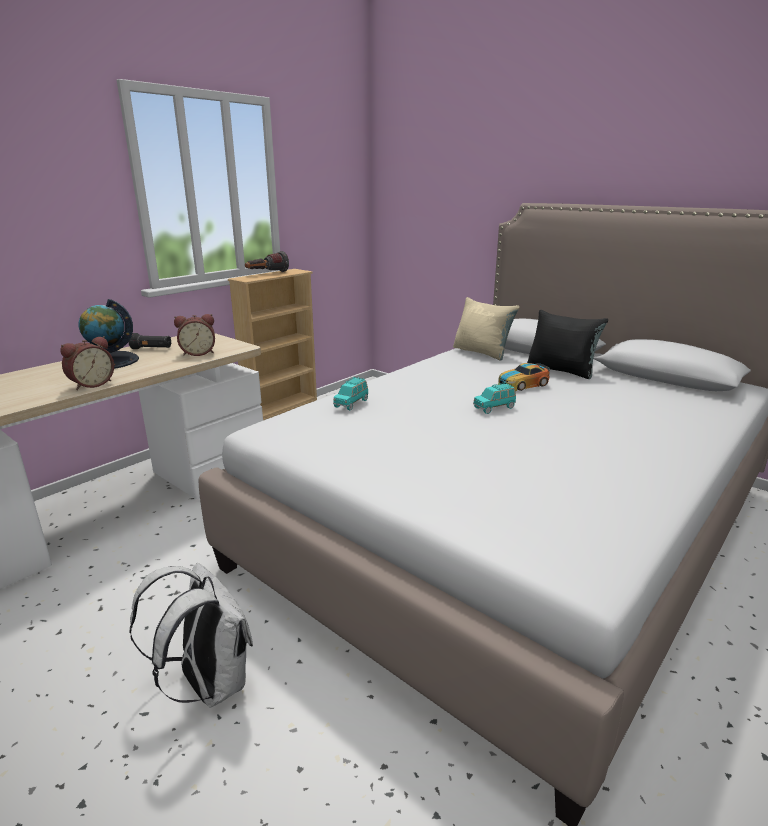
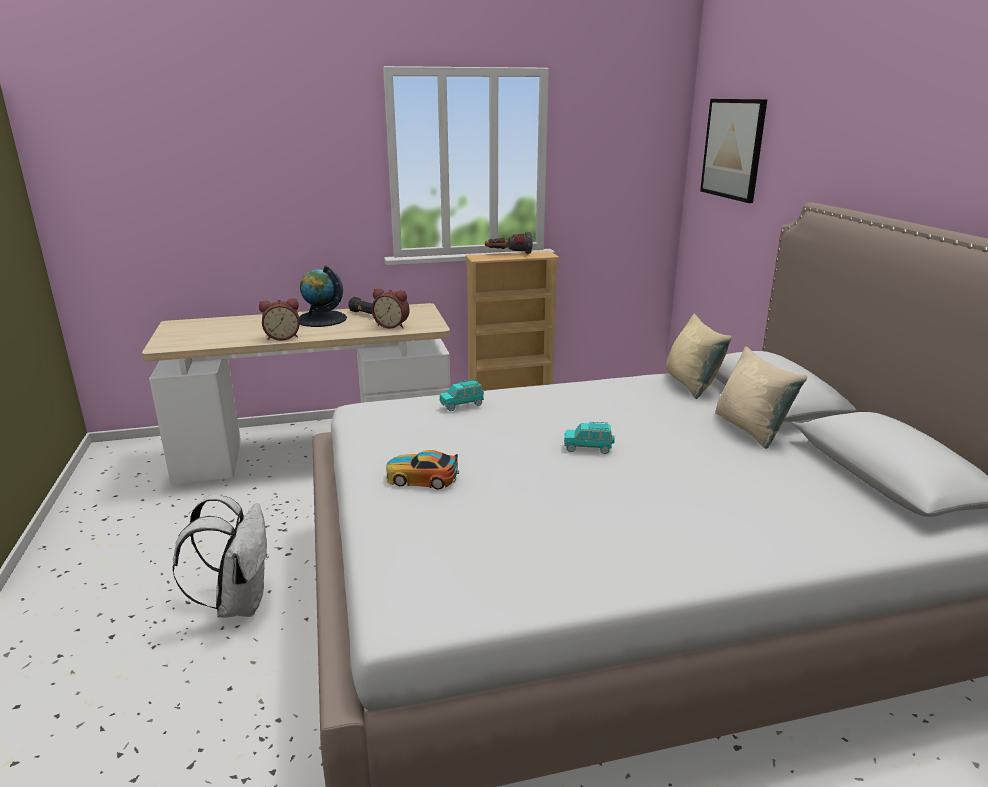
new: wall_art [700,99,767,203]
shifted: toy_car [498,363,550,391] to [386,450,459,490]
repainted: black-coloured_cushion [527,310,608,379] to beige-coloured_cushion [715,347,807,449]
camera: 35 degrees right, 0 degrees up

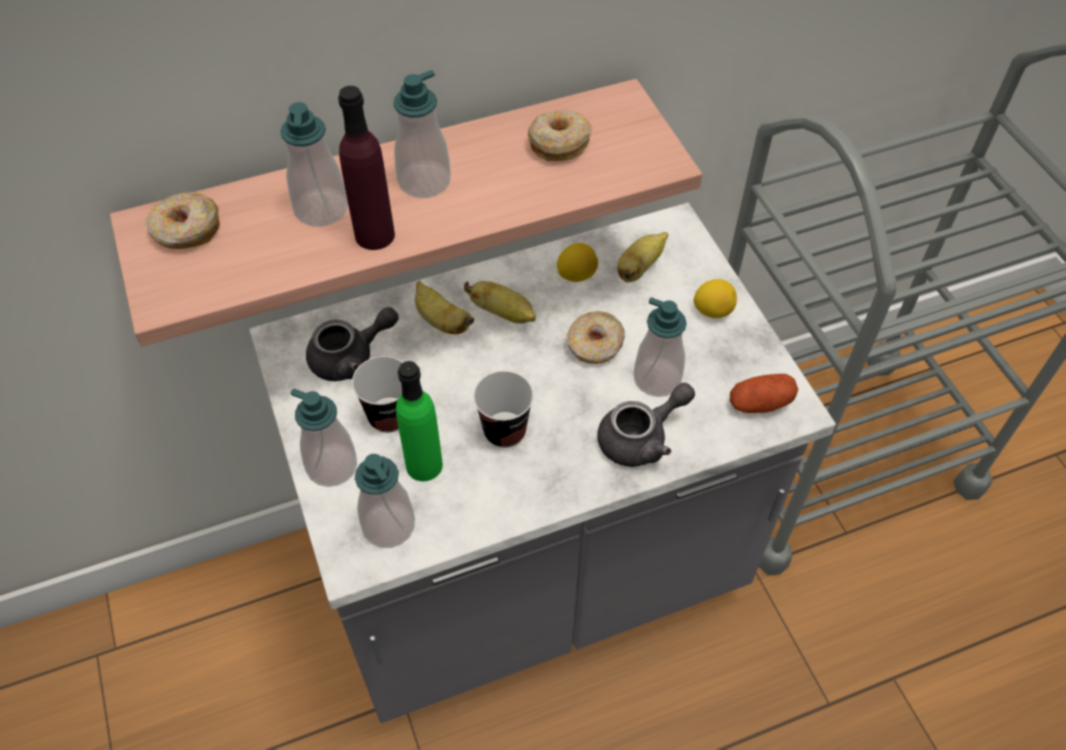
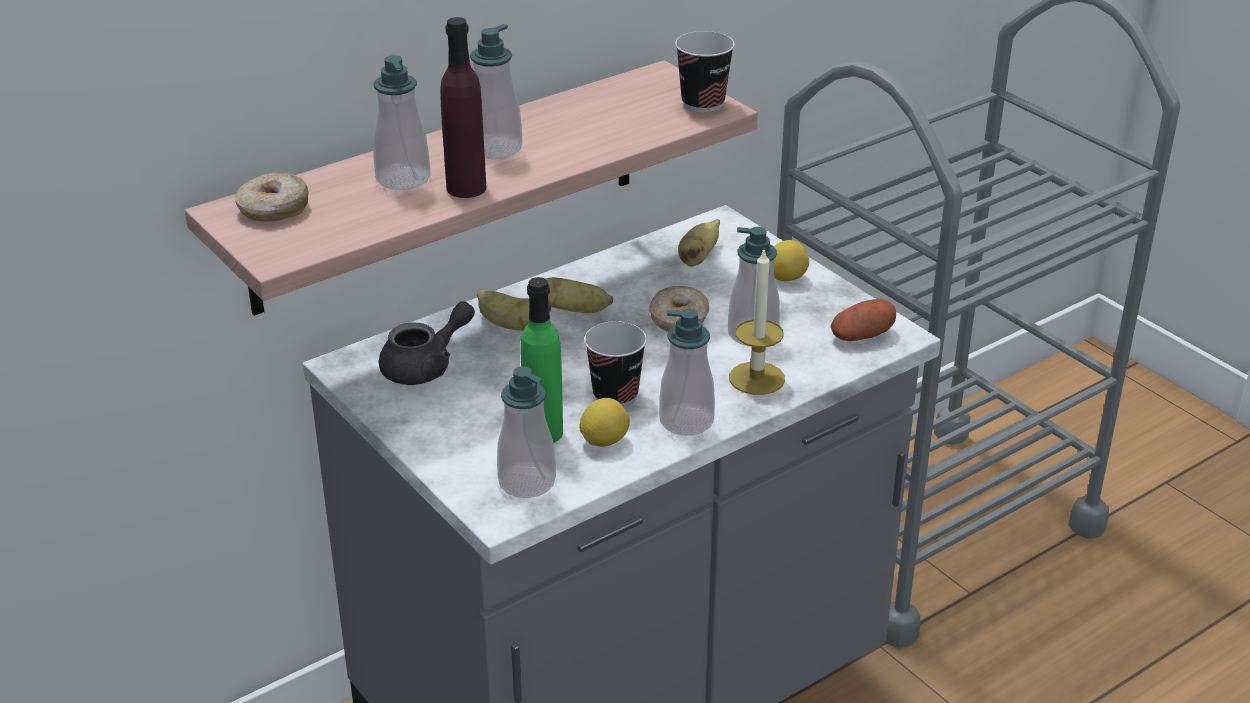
gone: donut [528,110,592,161]
shifted: lemon [557,243,598,282] to [579,398,630,447]; small_cup [352,356,403,433] to [675,31,735,112]; soap_dispenser [290,389,357,487] to [659,309,715,436]
swapped: gray_tea_pot [597,383,695,467] to wax_light [729,250,785,395]
camera: 15 degrees left, 20 degrees down

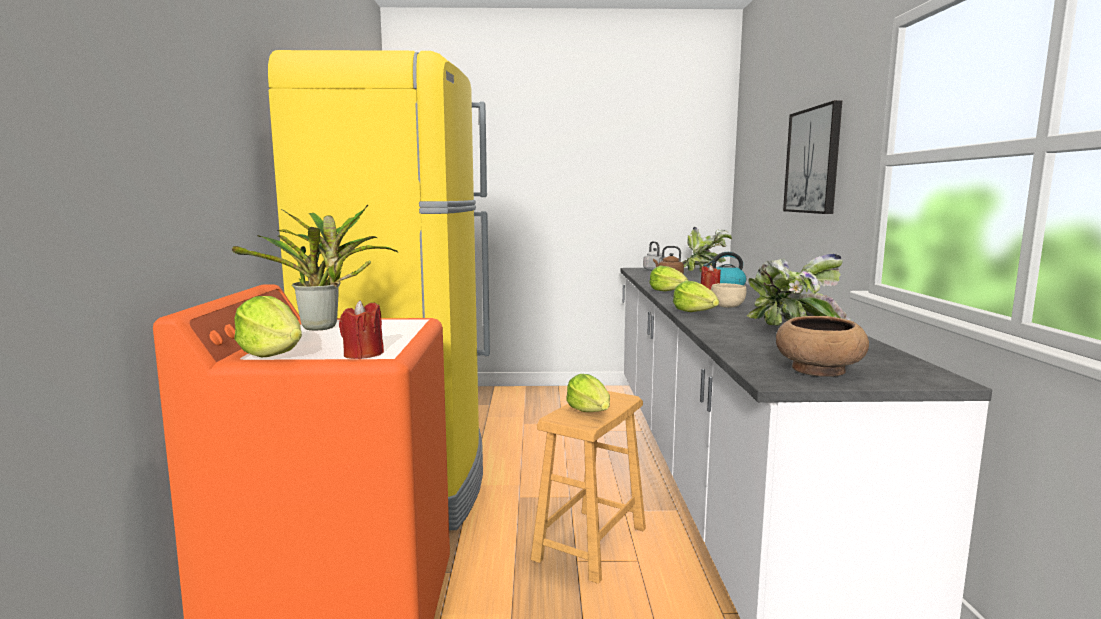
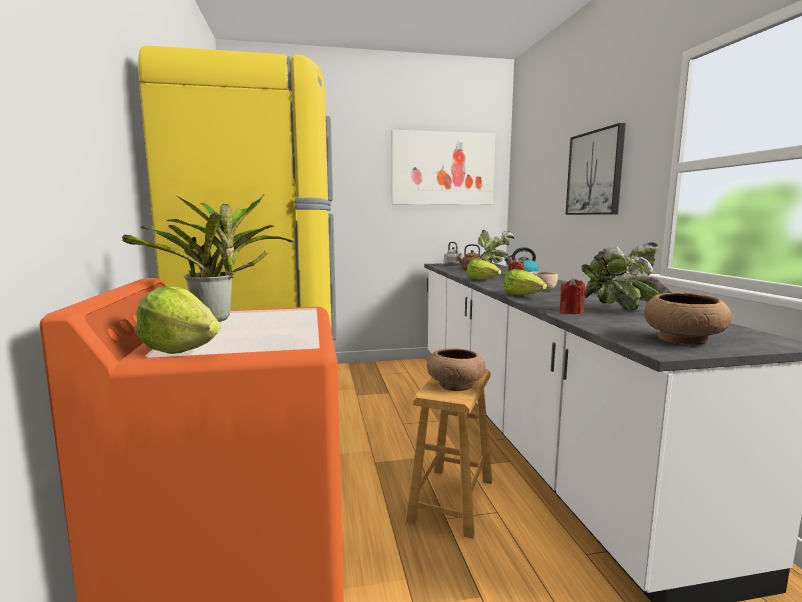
new: wall_art [392,130,495,205]
shifted: red-coloured_wax_light [339,301,384,359] to [560,278,586,314]
swapped: lettuce [566,374,610,412] to brown-coloured_deep_dish [427,348,485,391]
camera: 10 degrees left, 0 degrees up

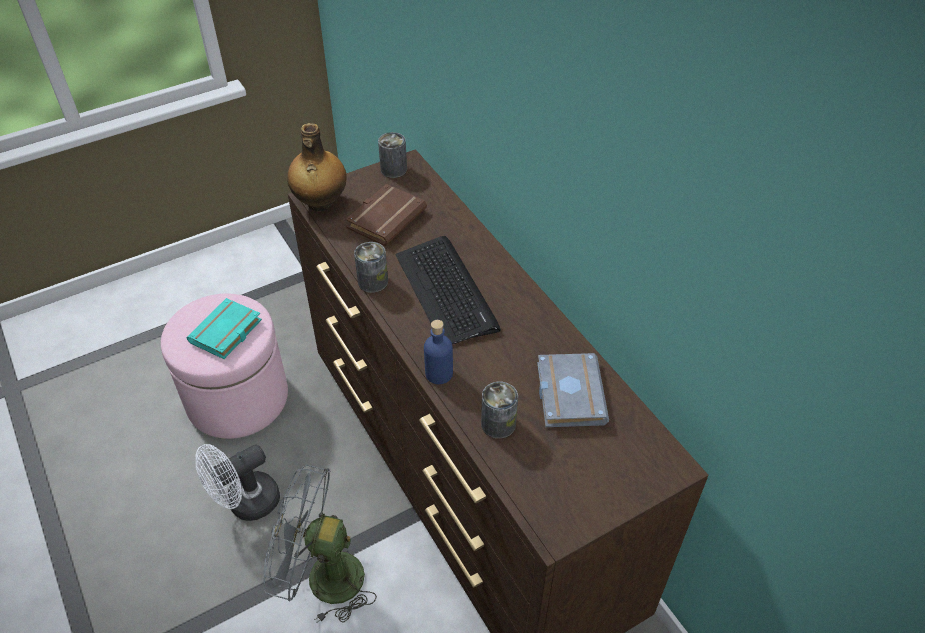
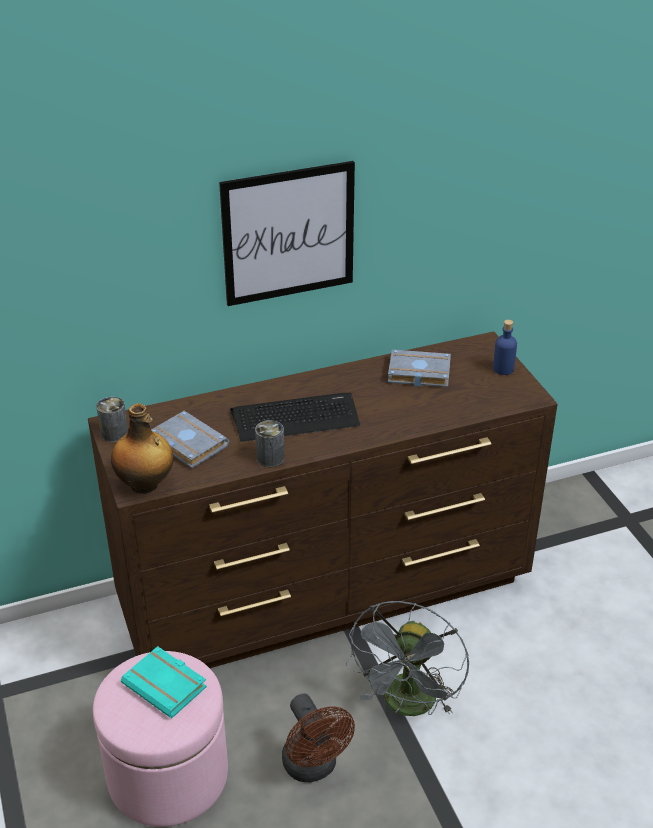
gone: sealed_can [481,382,518,439]
new: wall_art [219,161,355,306]
shifted: blue-coloured_bottle [424,320,453,384] to [493,320,517,375]
repainted: brown-coloured_bound_book [346,184,427,246] to gray_bound_book [151,411,229,468]; white-coloured_fan [196,444,280,521] to brown-coloured_fan [282,694,355,782]
camera: 80 degrees left, 10 degrees down

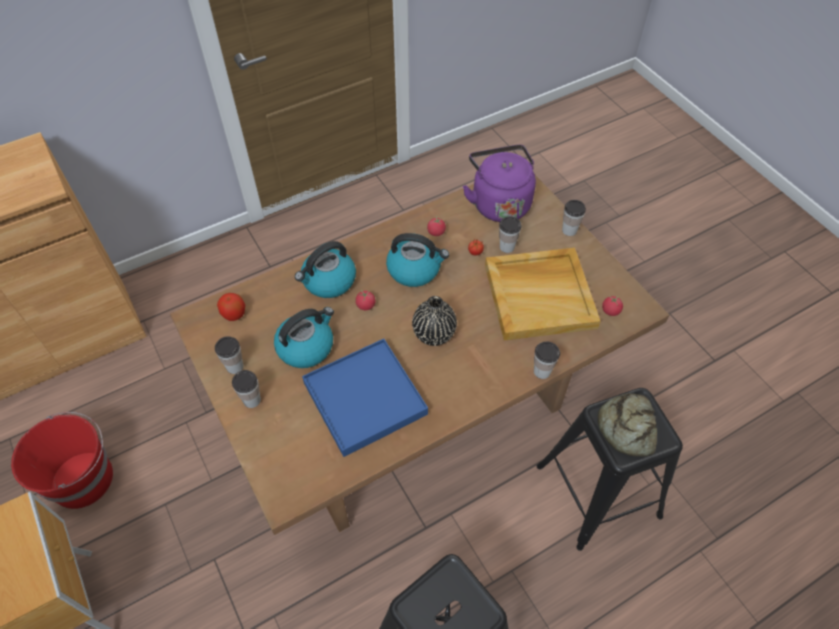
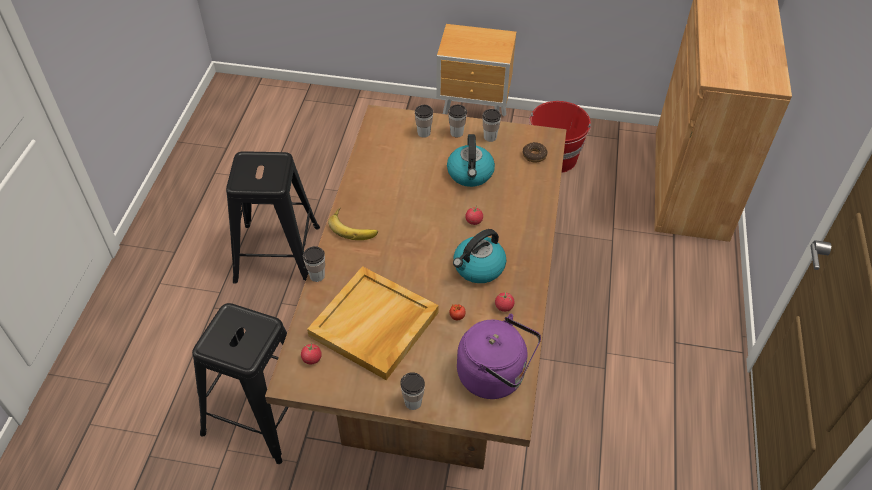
gone: water_kettle [295,241,356,298]; black-coloured_vase [412,296,457,346]; blue-coloured_serving_tray [302,339,428,457]; baked_bread [598,393,657,457]
new: banana_fruit [328,208,378,240]
shifted: small_cup [499,216,522,253] to [415,105,433,138]
swapped: apple [217,293,245,321] to donut [523,142,548,163]
camera: 130 degrees right, 5 degrees down

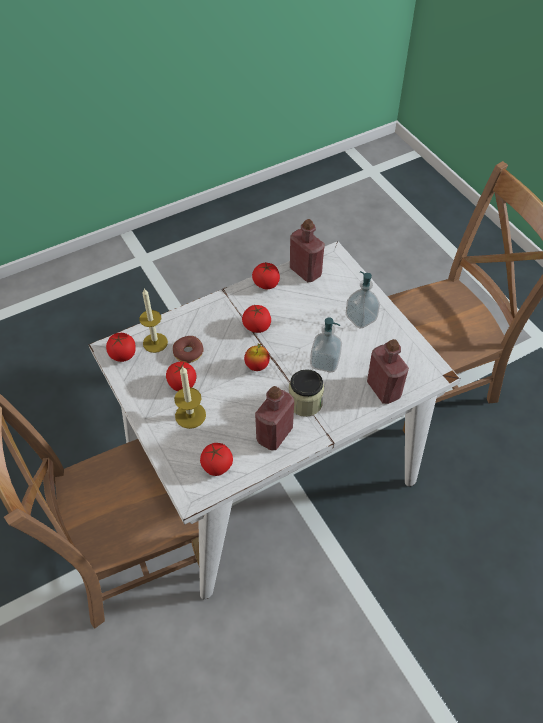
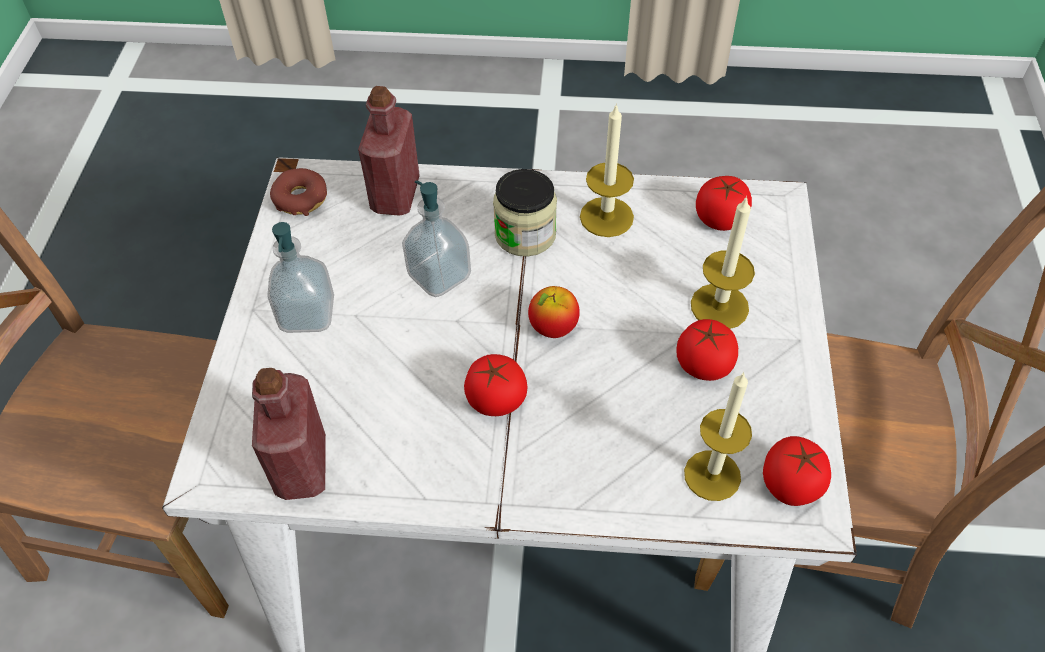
gone: tomato [252,262,280,289]
shifted: donut [173,336,204,363] to [270,168,327,216]
swapped: red-coloured_bottle [255,386,294,450] to wax_light [580,103,634,237]
camera: 145 degrees left, 0 degrees up

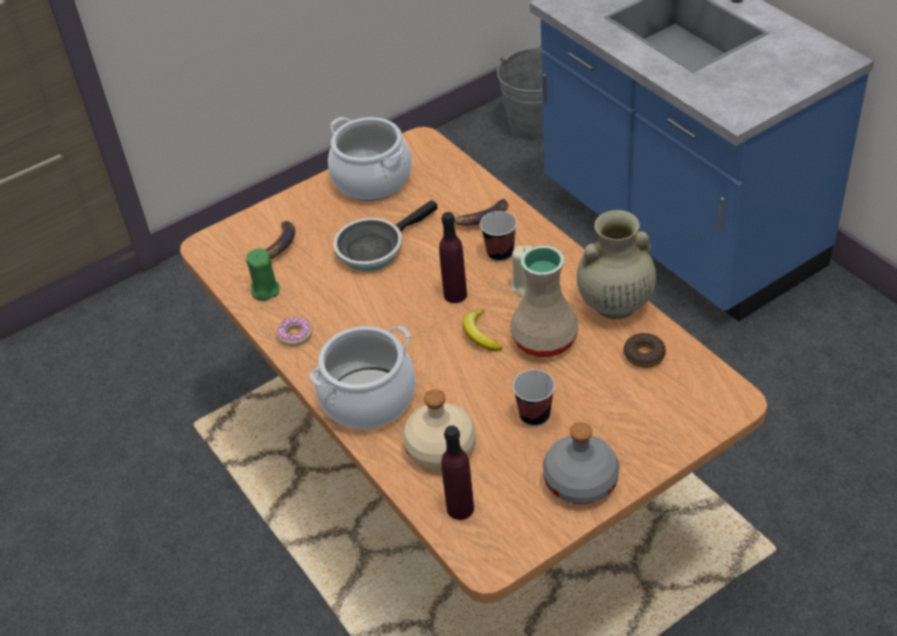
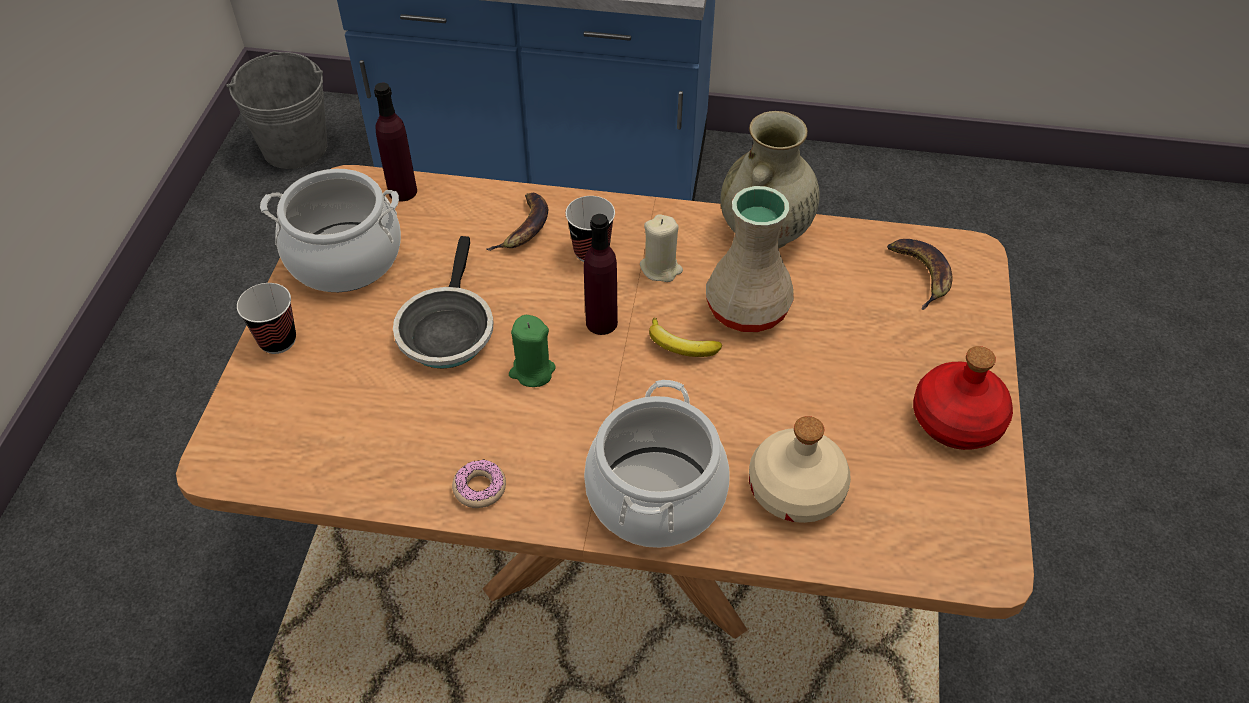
gone: donut [624,333,666,368]
shifted: banana_fruit [246,221,295,262] to [887,239,953,310]; green-coloured_wax_light [246,248,280,301] to [509,315,556,387]; small_cup [513,370,555,426] to [237,283,296,354]; purple_bottle [441,425,474,520] to [374,82,417,202]
repainted: gray_bottle [543,422,619,504] to red-coloured_bottle [913,346,1013,450]
camera: 50 degrees left, 5 degrees up

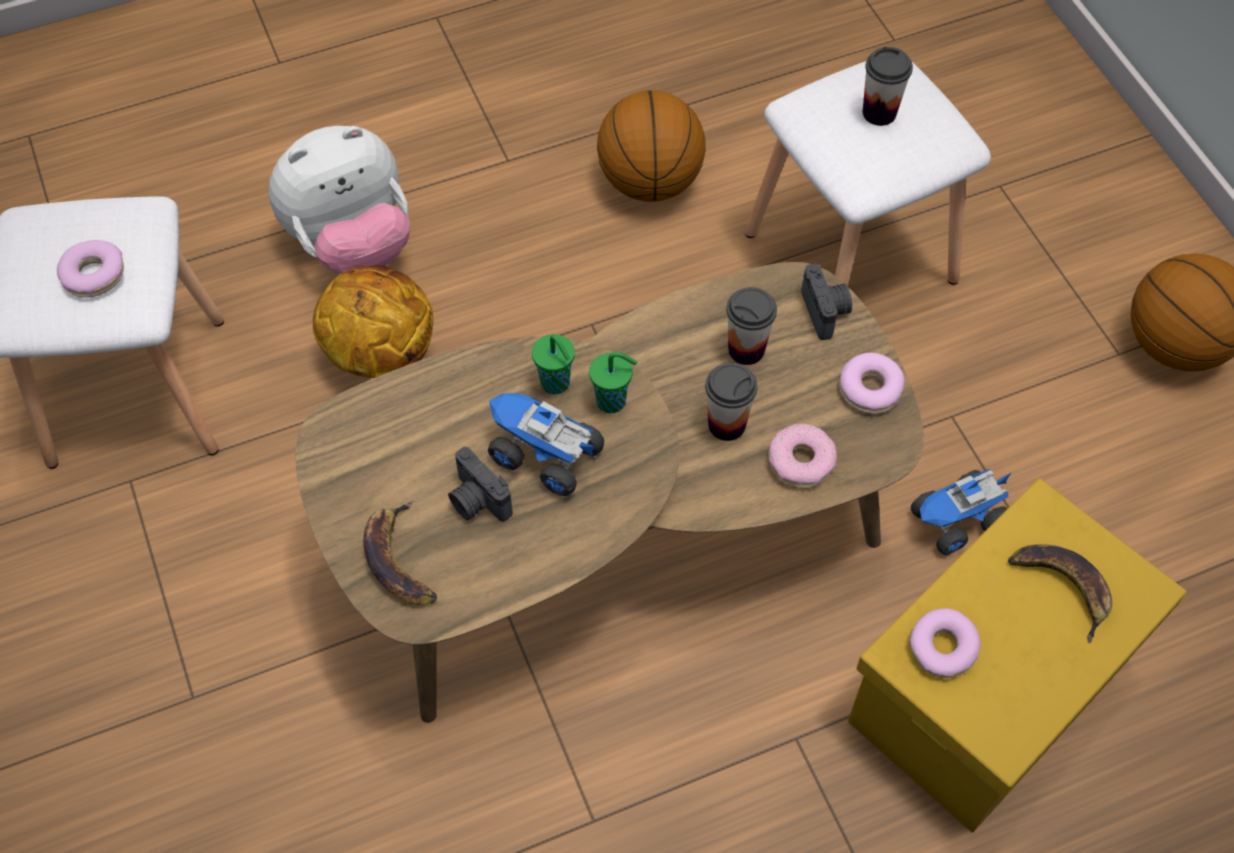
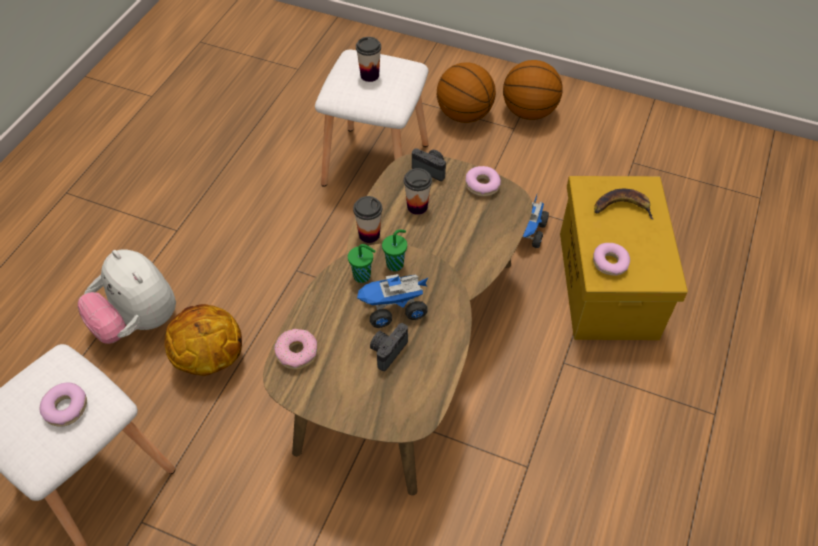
gone: banana_fruit [363,500,437,605]
shifted: basketball_ball [597,90,706,202] to [437,63,496,123]; small_cup [705,363,758,441] to [353,196,382,243]; donut [768,424,837,489] to [274,329,317,370]
rotated: plush_toy [269,126,410,274] = [78,249,176,344] 120 degrees clockwise; still_camera [448,447,513,521] = [370,323,408,371] 120 degrees clockwise
camera: 45 degrees left, 5 degrees down

